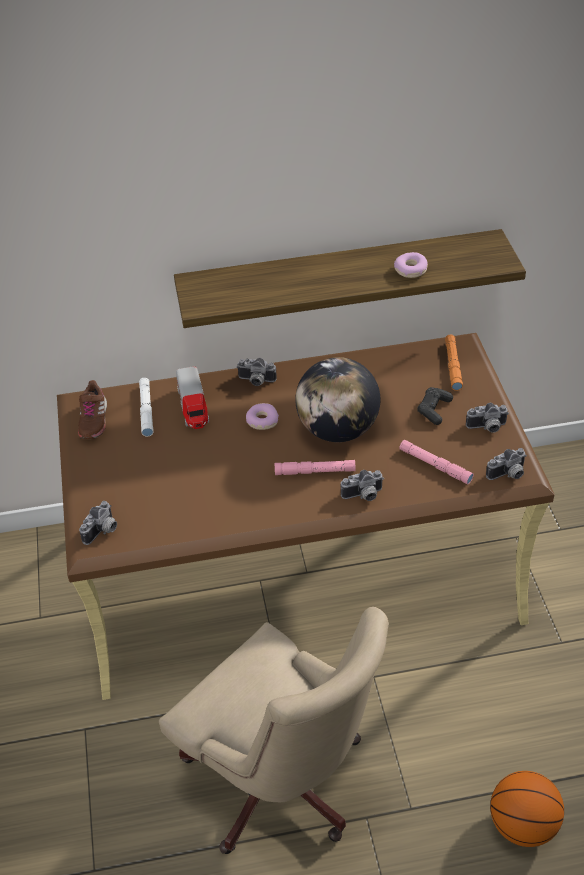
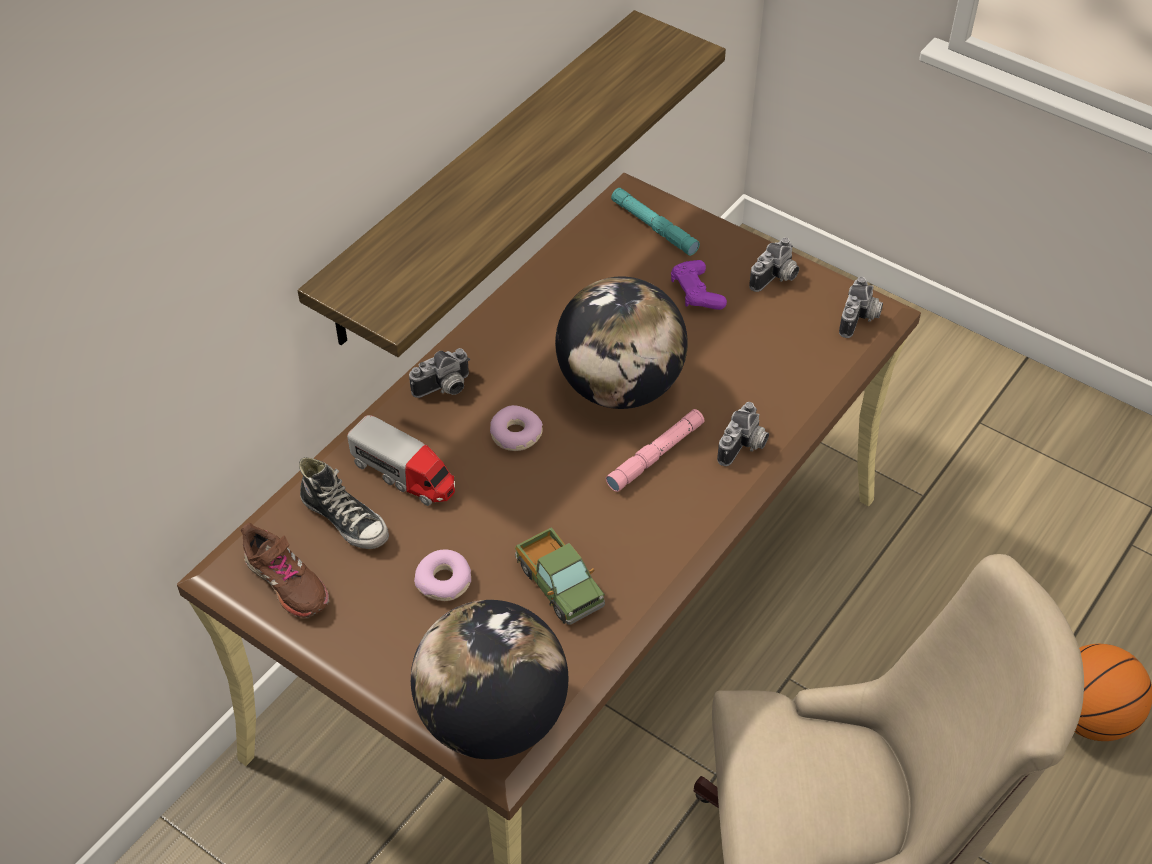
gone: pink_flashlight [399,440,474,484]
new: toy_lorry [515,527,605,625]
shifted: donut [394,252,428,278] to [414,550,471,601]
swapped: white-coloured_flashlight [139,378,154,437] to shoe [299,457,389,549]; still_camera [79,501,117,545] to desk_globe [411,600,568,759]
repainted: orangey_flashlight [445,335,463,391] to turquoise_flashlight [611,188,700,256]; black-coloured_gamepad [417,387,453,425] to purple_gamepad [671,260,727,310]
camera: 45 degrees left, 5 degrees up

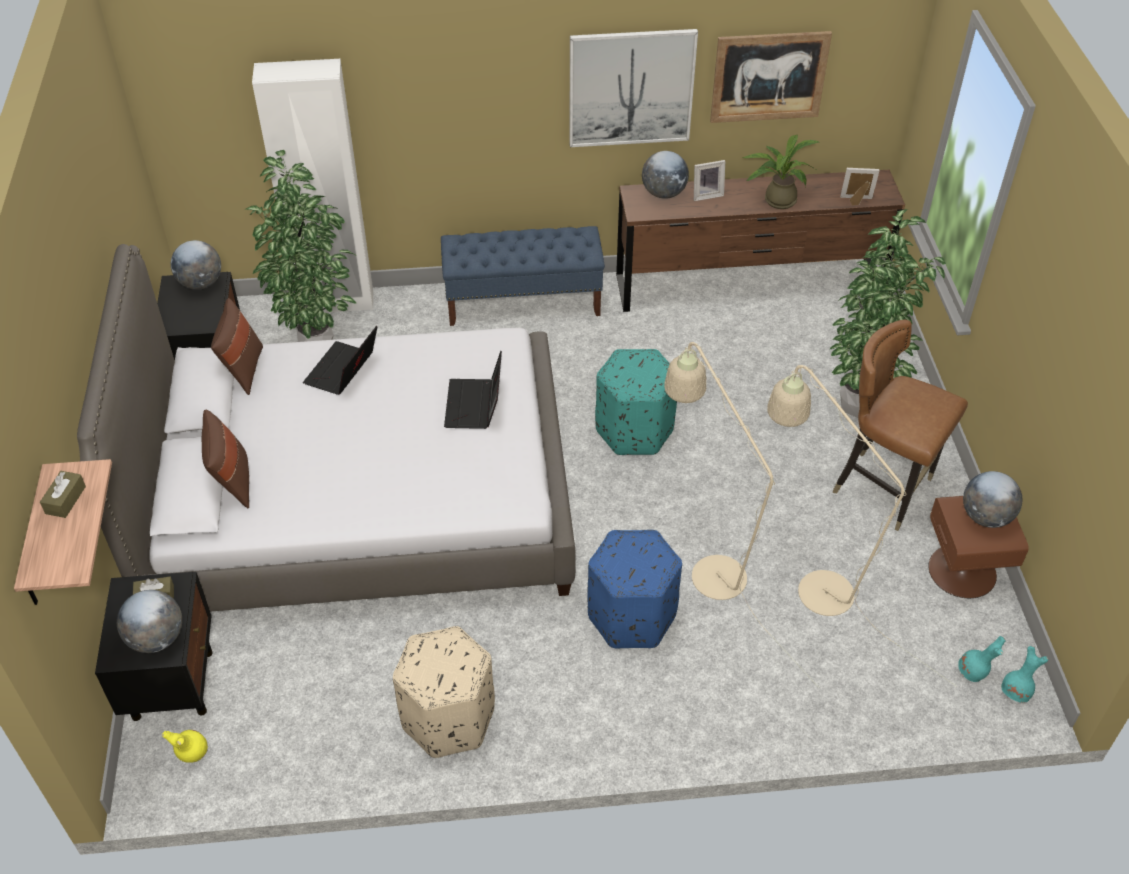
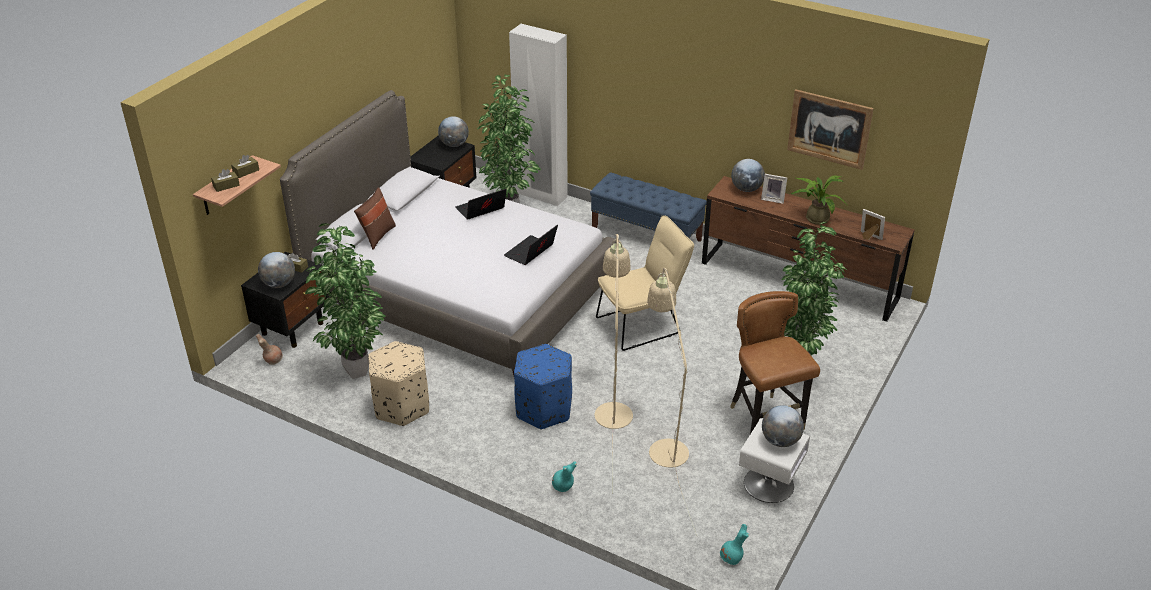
gone: wall_art [569,29,698,147]; brown-coloured_cushion [211,298,263,395]
new: brown-coloured_box_of_tissues [211,169,240,192]; plant_in_a_pot [305,223,386,379]
shifted: turquoise_vase [958,636,1006,682] to [552,461,577,492]
swapped: turquoise_ottoman [595,349,677,455] to beige-coloured_upright_chair [596,215,694,351]
repainted: brown-coloured_bedside_table [928,496,1029,598] to white-coloured_bedside_table [739,418,810,503]; yellow_vase [162,730,208,763] to brown-coloured_vase [256,334,283,365]
camera: 35 degrees right, 10 degrees down

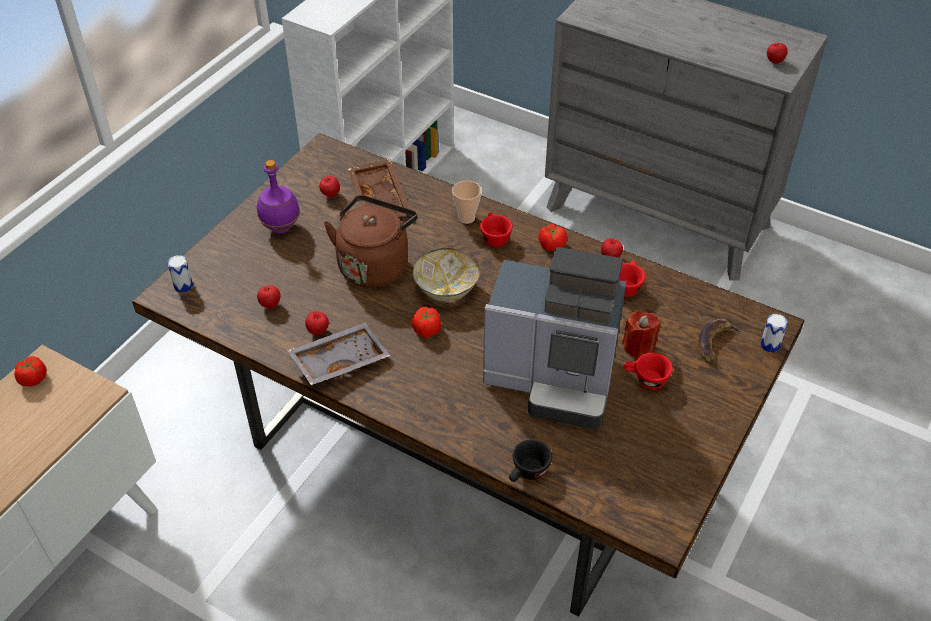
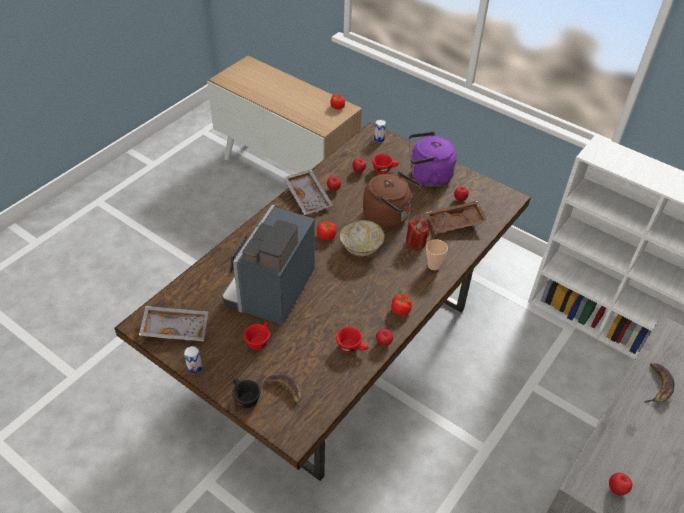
new: gray_serving_tray [139,306,208,342]; banana_fruit [644,363,674,403]
shifted: red-coloured_small_cup [480,213,513,247] to [372,154,399,174]; red-coloured_wax_light [622,311,661,359] to [406,218,429,250]; sealed_can [760,314,788,352] to [184,346,202,374]; black-coloured_small_cup [509,440,552,482] to [232,379,260,408]
swapped: purple_bottle [257,160,300,234] to purple_water_kettle [409,132,457,187]
camera: 95 degrees right, 0 degrees up

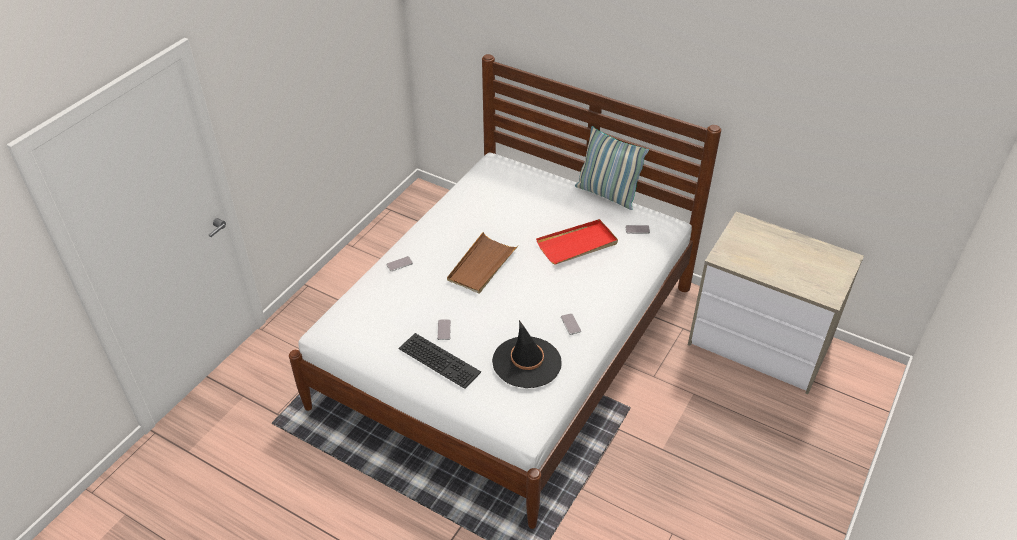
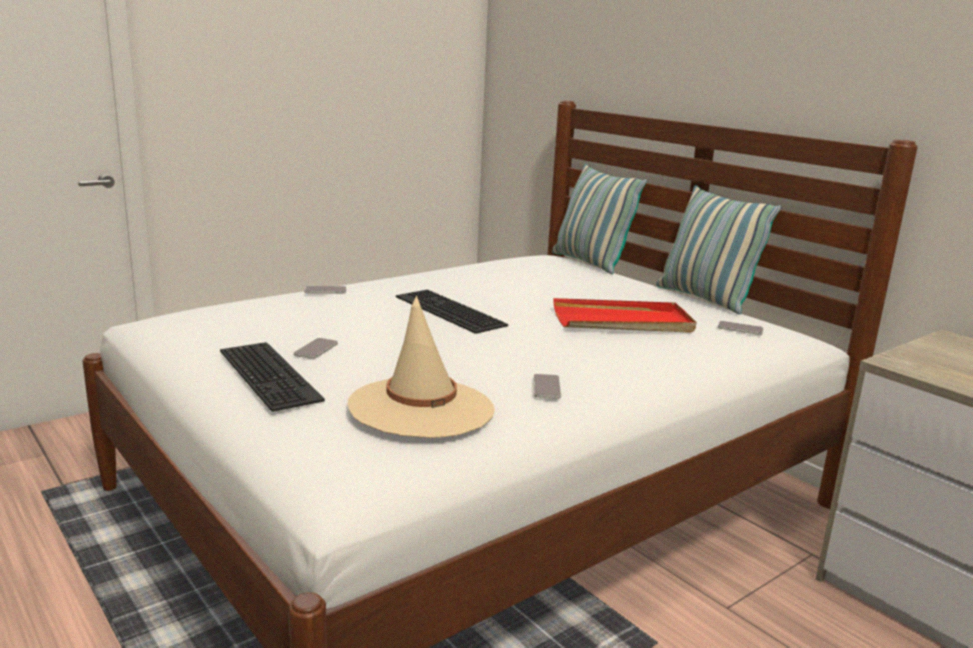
new: cushion [552,164,647,274]
swapped: brown-coloured_serving_tray [447,232,519,294] to keyboard [396,290,508,334]
repainted: black-coloured_hat [492,320,562,388] to beige-coloured_hat [348,295,495,438]
camera: 20 degrees right, 25 degrees down

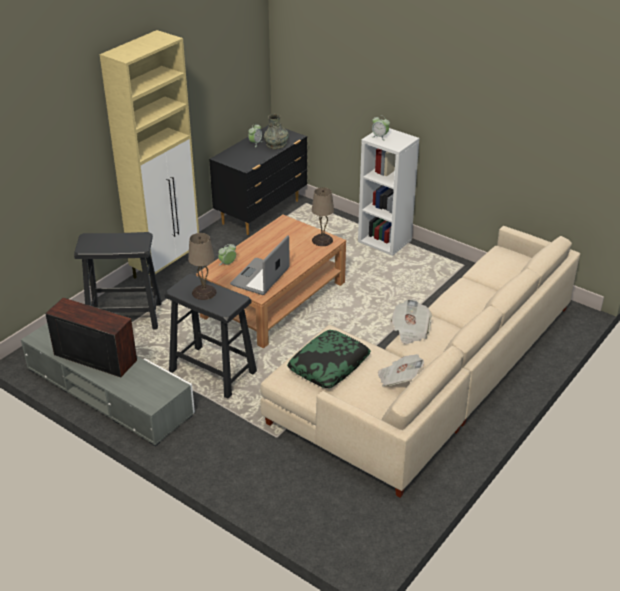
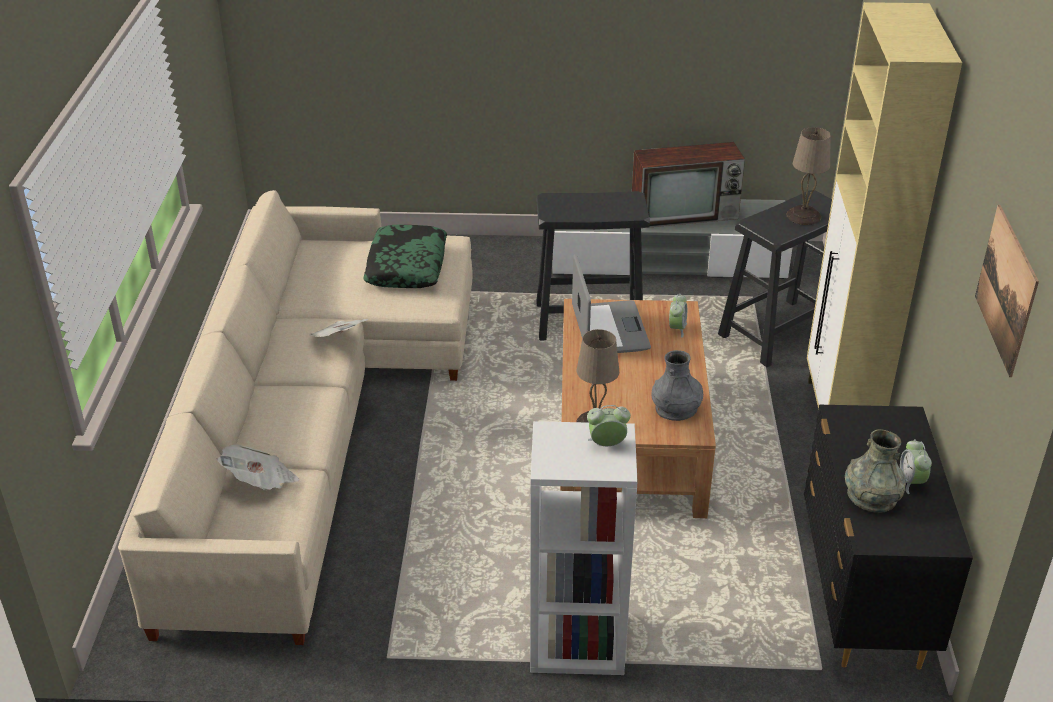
new: wall_art [975,205,1039,377]; gray_vase [652,350,703,421]
shifted: beige-coloured_table_lamp [188,233,216,300] to [786,127,831,225]; printed_paper [378,354,424,387] to [217,444,300,490]
camera: 145 degrees right, 0 degrees up

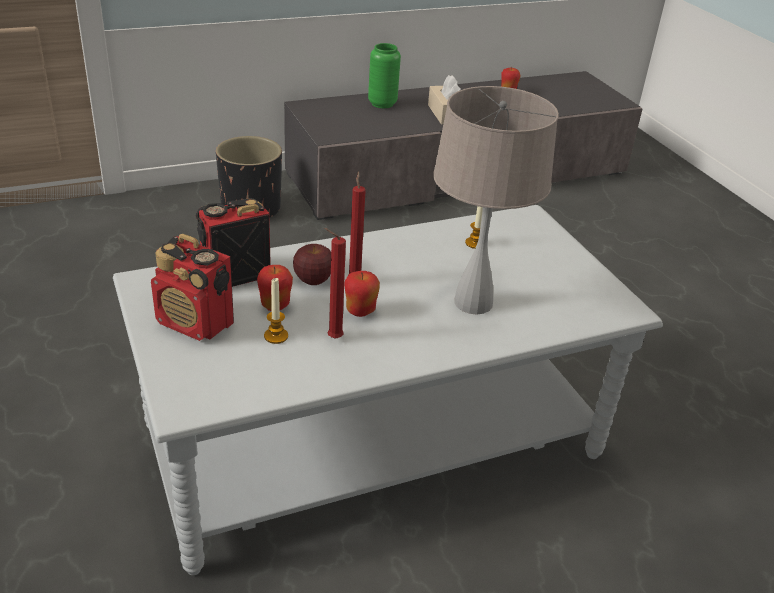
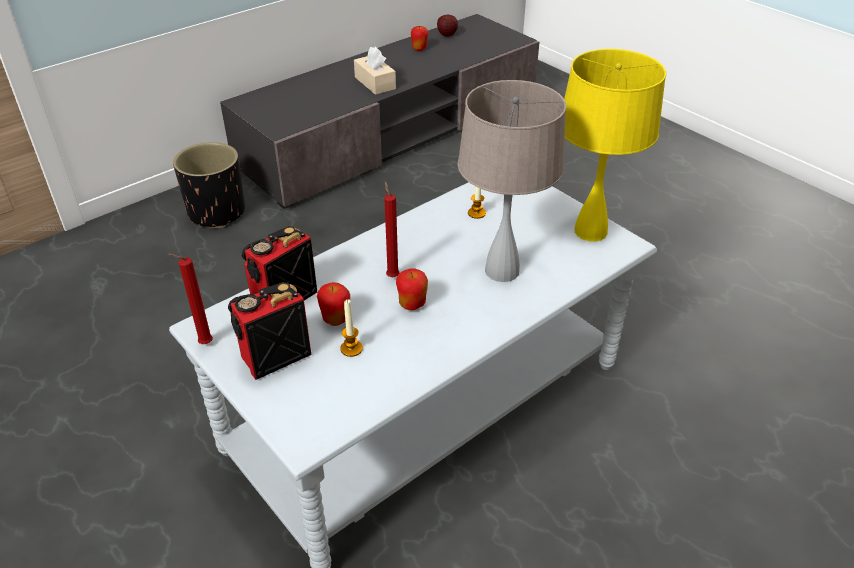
gone: green-coloured_vase [368,43,401,108]
new: yellow_table_lamp [564,49,666,242]
shifted: red-coloured_wax_light [324,228,346,339] to [169,254,213,344]; apple [293,244,331,285] to [437,15,458,37]
rotated: radio_receiver [151,234,234,341] = [228,282,311,380] 135 degrees clockwise
camera: 15 degrees left, 5 degrees up

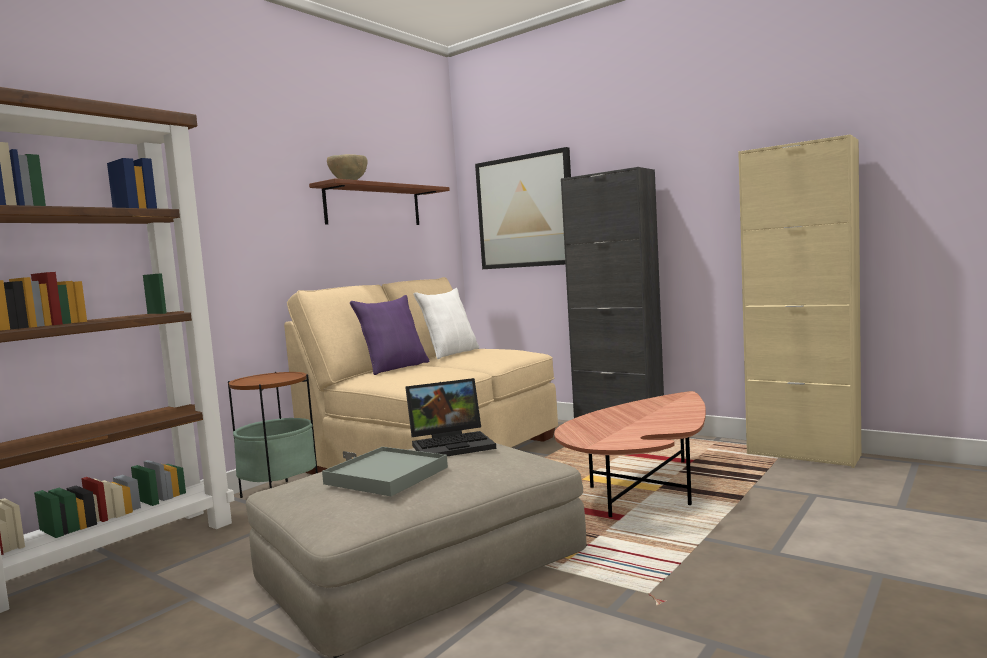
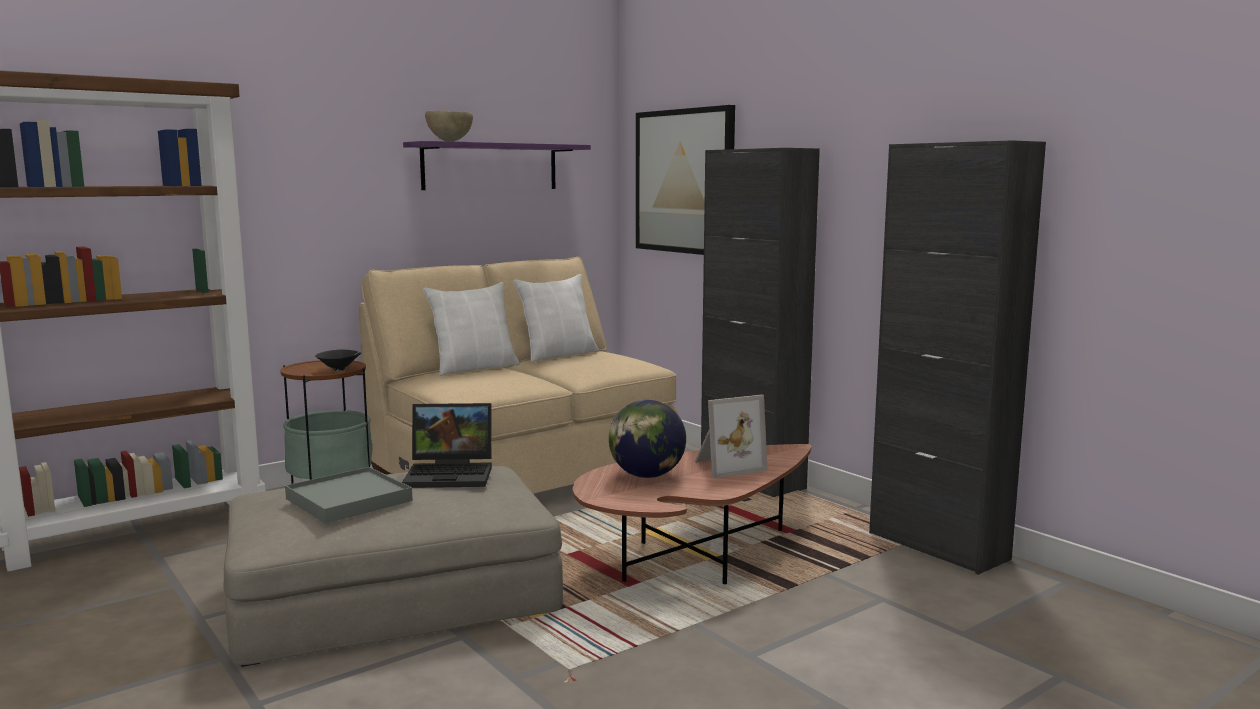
new: black-coloured_deep_dish [315,350,361,371]; standing_frame [695,395,768,479]; desk_globe [609,400,686,478]
repainted: beige-coloured_cupboard [738,134,861,468] to black-coloured_cupboard [869,140,1046,575]; brown-coloured_shelf [309,178,450,225] to purple_shelf [403,141,591,190]; purple_cushion [350,295,429,375] to white-coloured_cushion [423,282,520,376]
camera: 15 degrees right, 5 degrees up

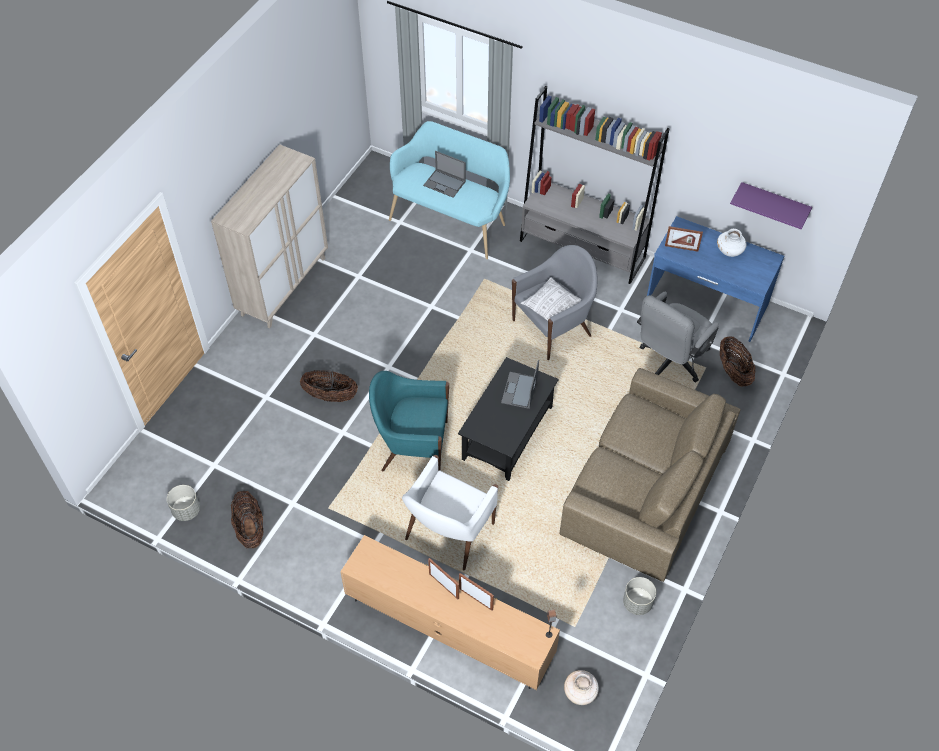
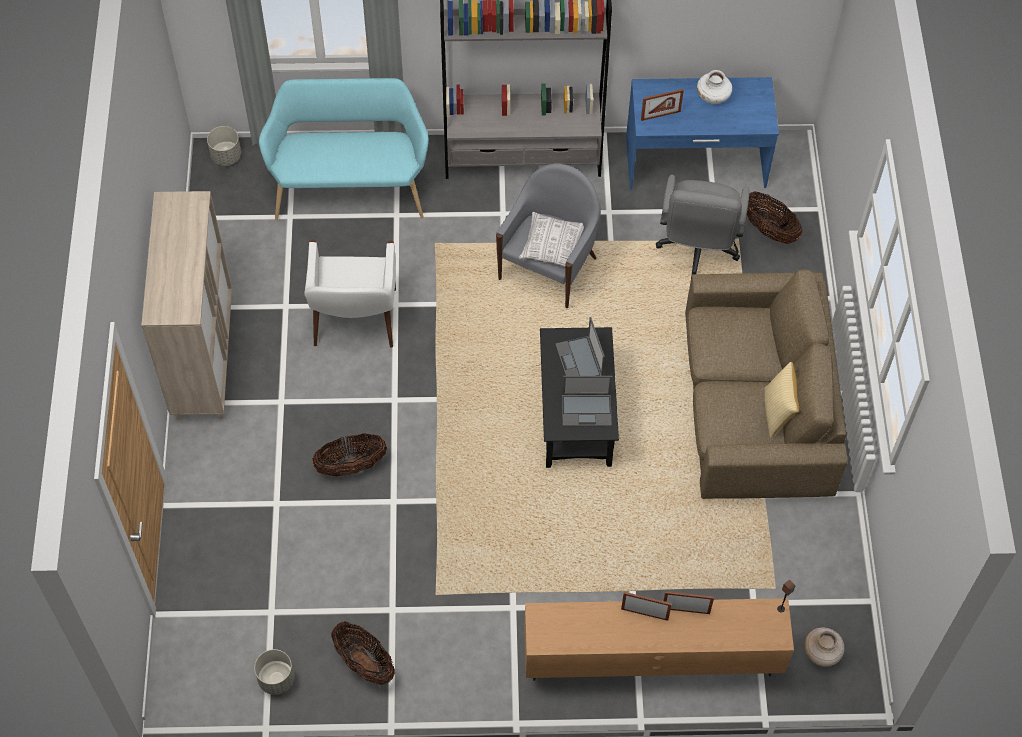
gone: purple_shelf [730,182,812,230]; turquoise_lounge_chair [369,371,449,472]
new: cushion [764,362,799,438]
shifted: portable_computer [423,151,466,198] to [562,376,613,426]; white-coloured_lounge_chair [402,455,498,571] to [304,239,396,347]; gray_plant_pot [623,577,656,615] to [207,126,241,166]
camera: 30 degrees left, 5 degrees up

